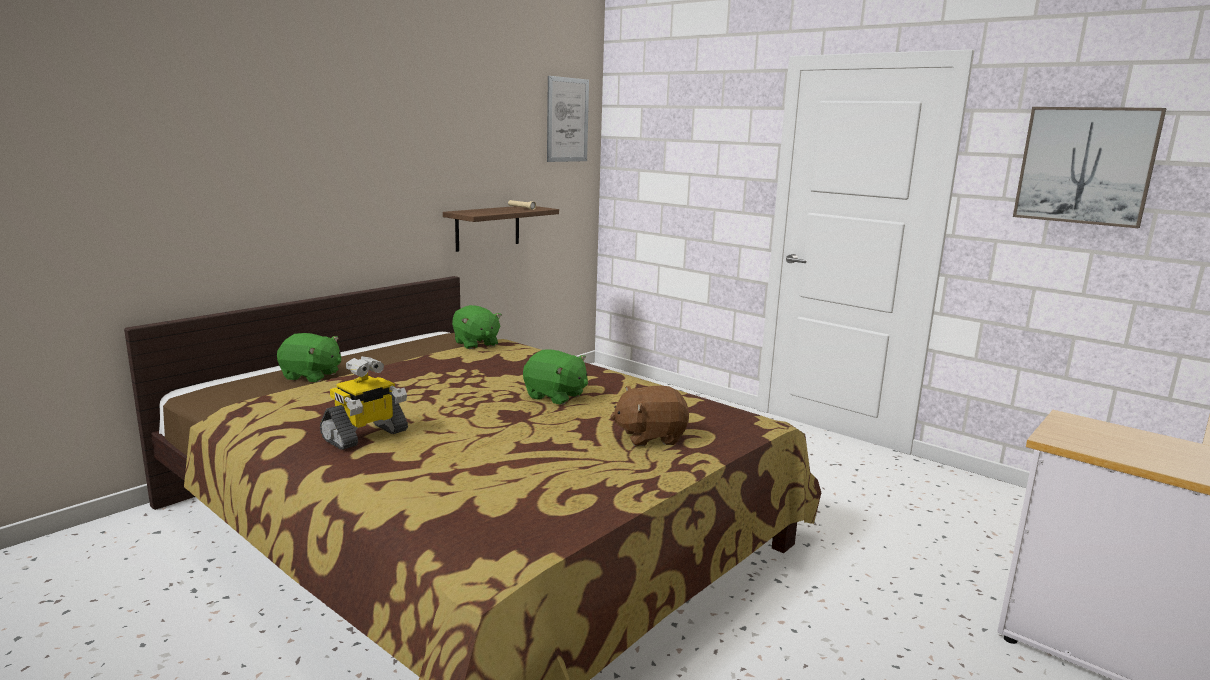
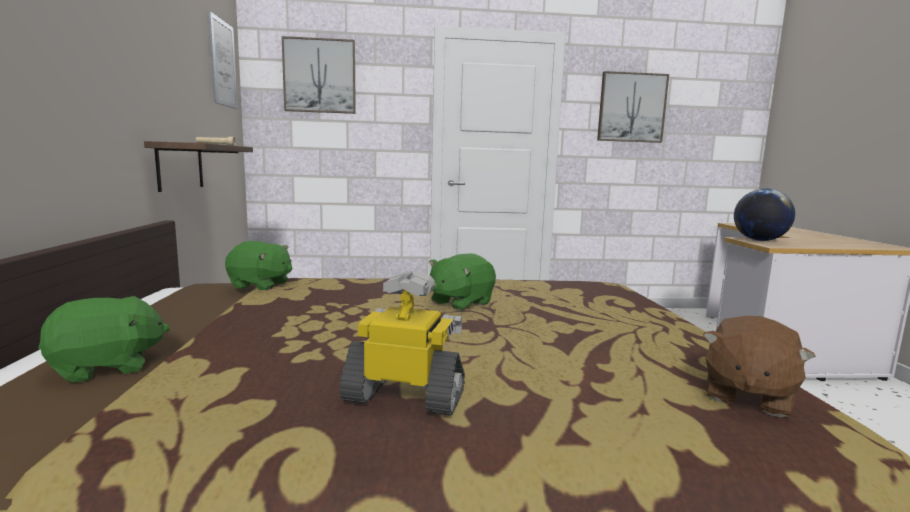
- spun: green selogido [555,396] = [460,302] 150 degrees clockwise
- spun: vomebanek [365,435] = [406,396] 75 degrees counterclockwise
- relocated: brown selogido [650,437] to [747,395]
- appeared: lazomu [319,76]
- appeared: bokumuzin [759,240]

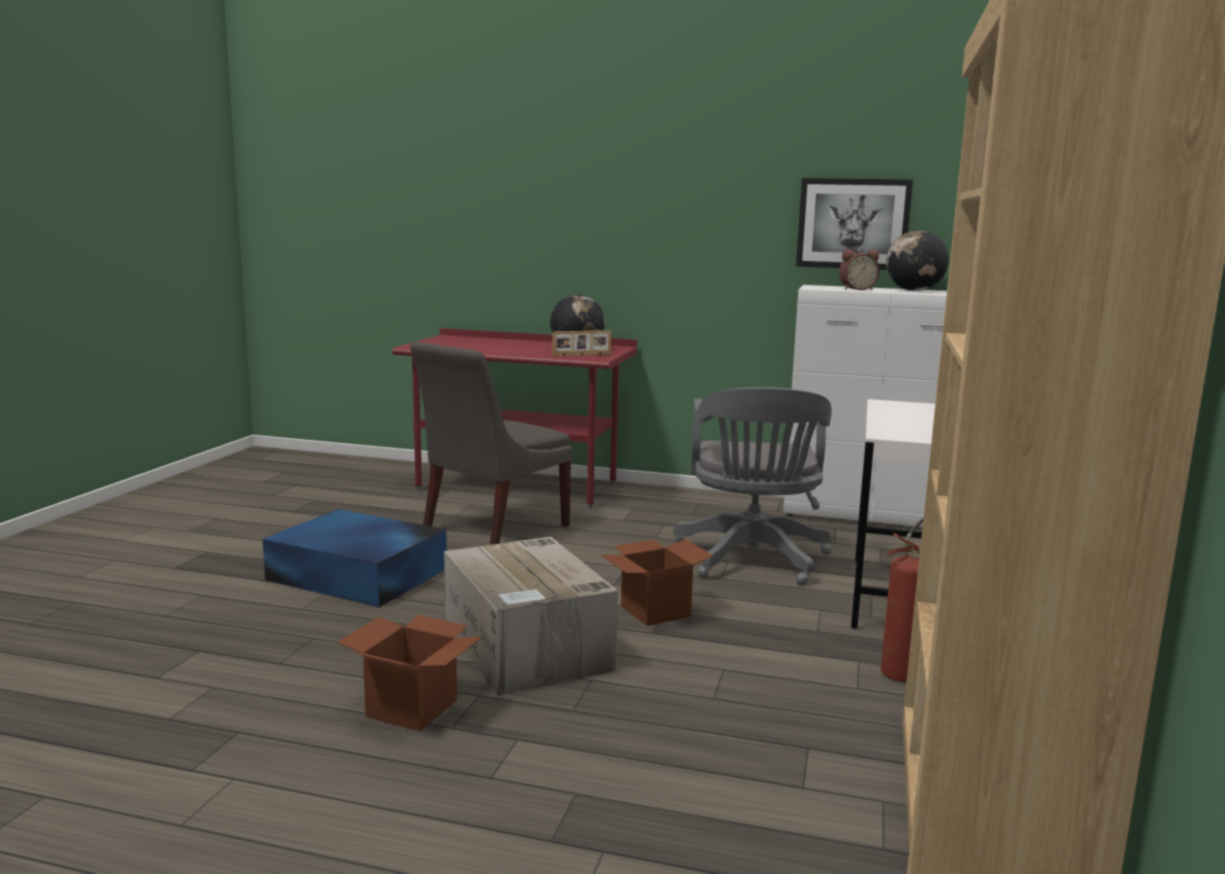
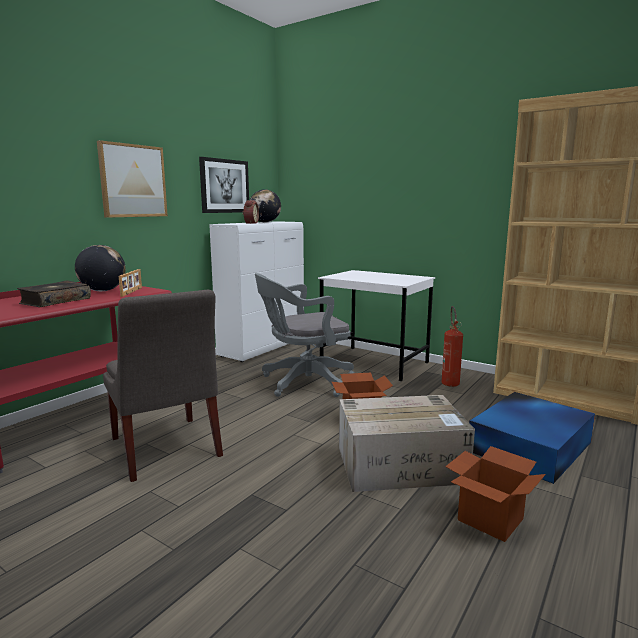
- spun: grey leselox [752,561] = [303,382] 135 degrees clockwise
- relocated: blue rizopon [359,575] to [531,446]
- appeared: lazomu [133,181]
- appeared: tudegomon [55,301]

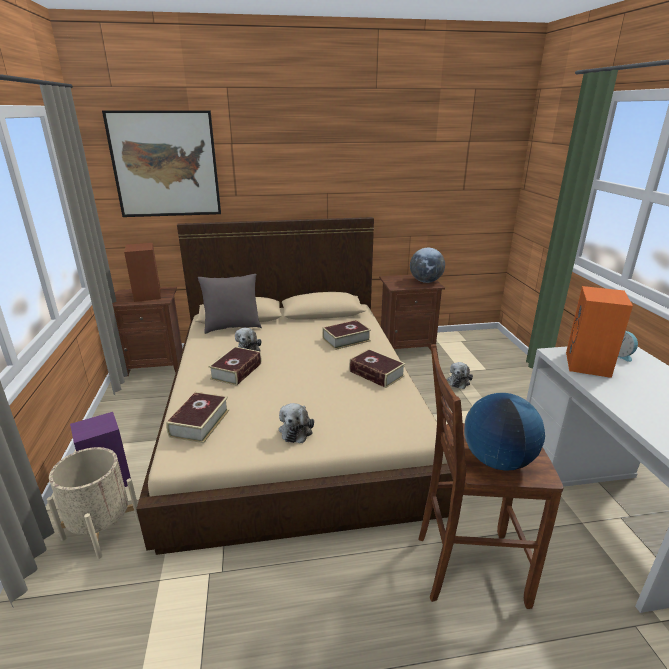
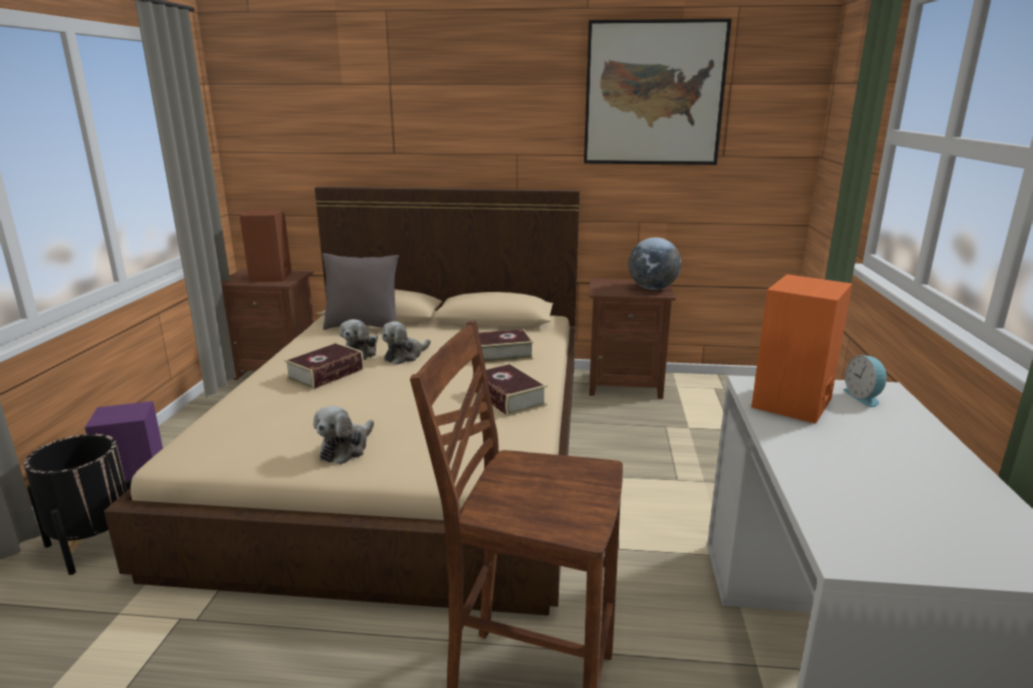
- relocated: lazomu [165,165] to [653,94]
- relocated: selogido [459,381] to [405,356]
- missing: tudegomon [200,423]
- missing: bokumuzin [497,460]
- colour: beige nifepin [102,529] to black nifepin [95,543]

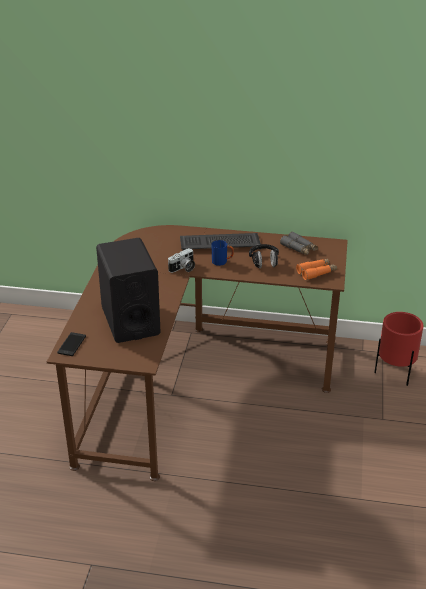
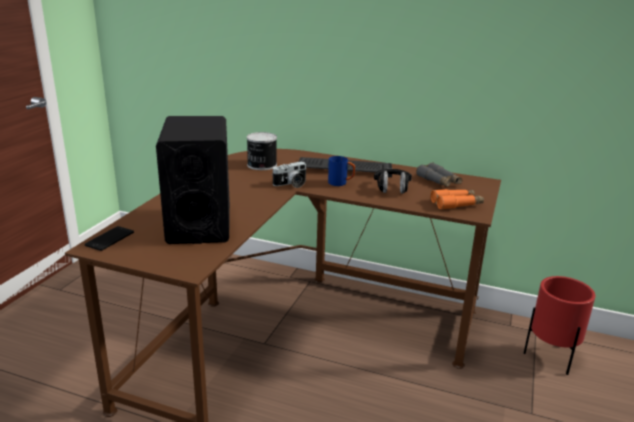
- appeared: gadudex [261,165]

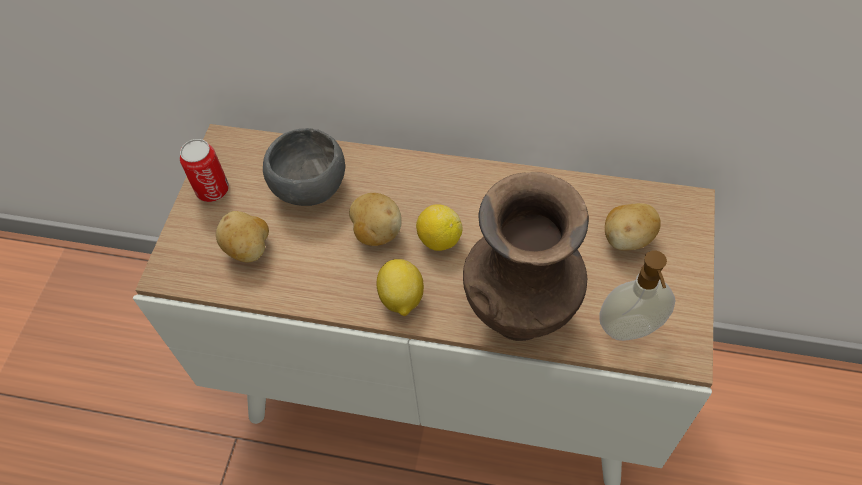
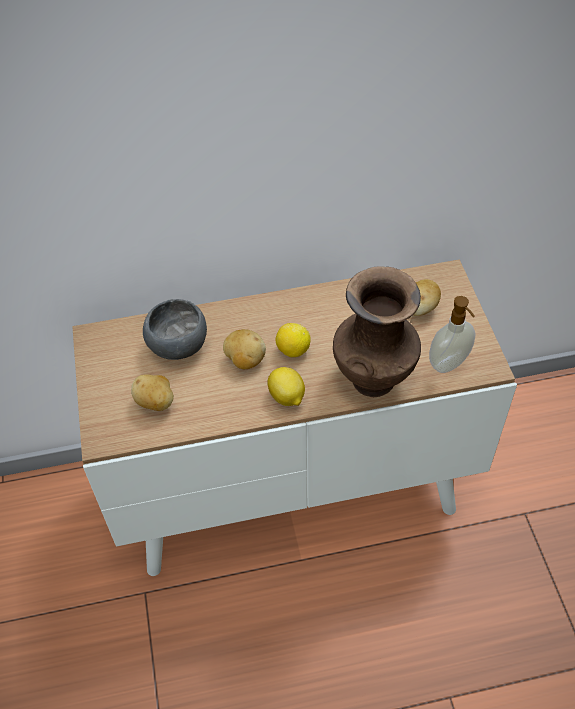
- missing: gadudex [212,190]

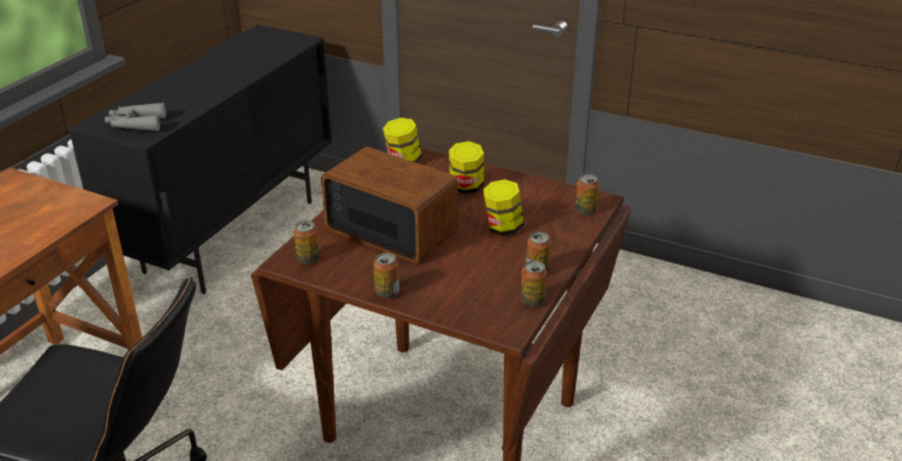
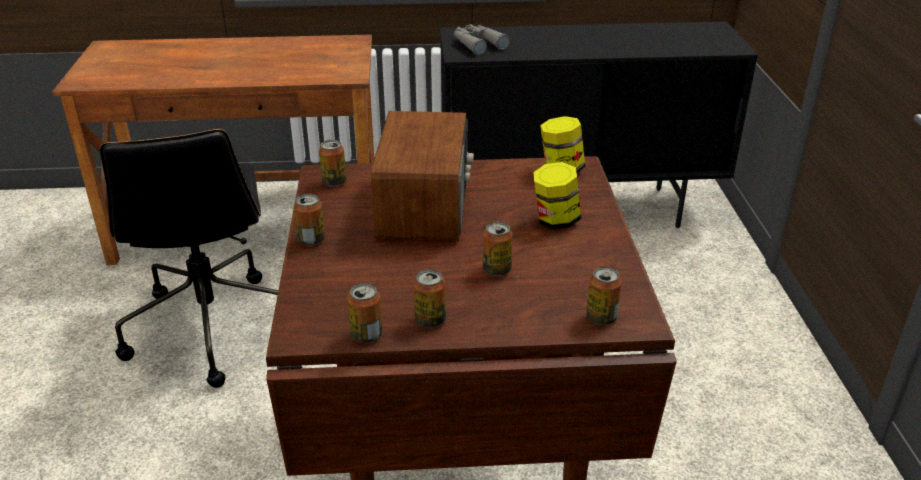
- exchanged: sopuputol [502,228] to gadudex [496,270]

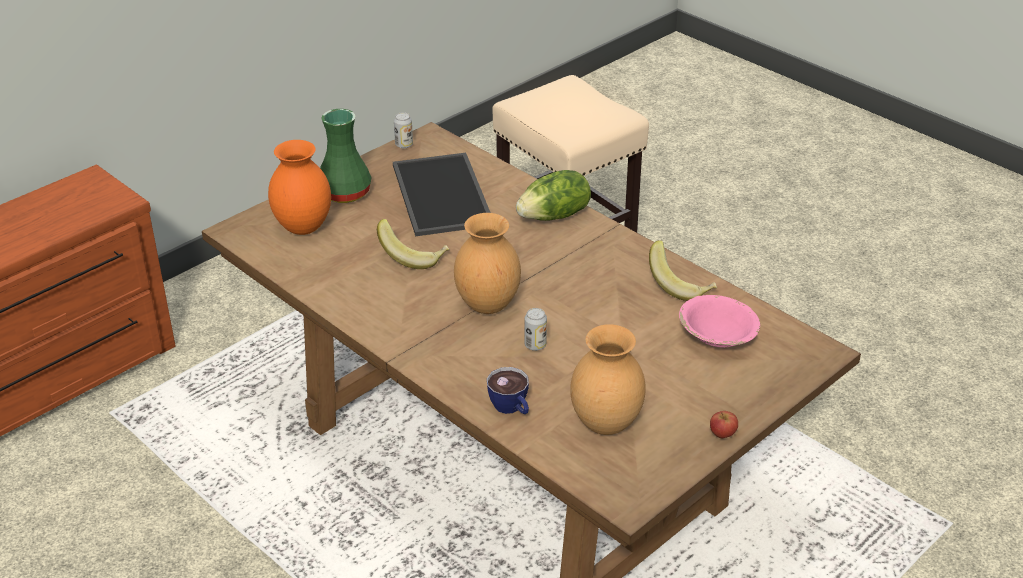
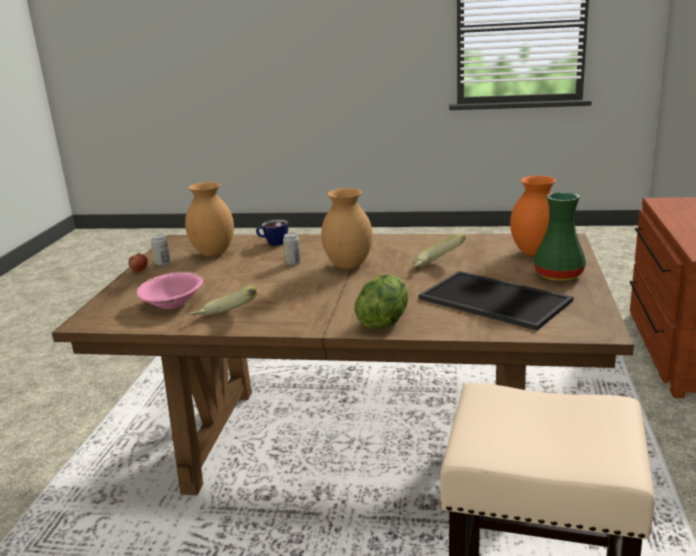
- relocated: gadudex [404,145] to [162,263]

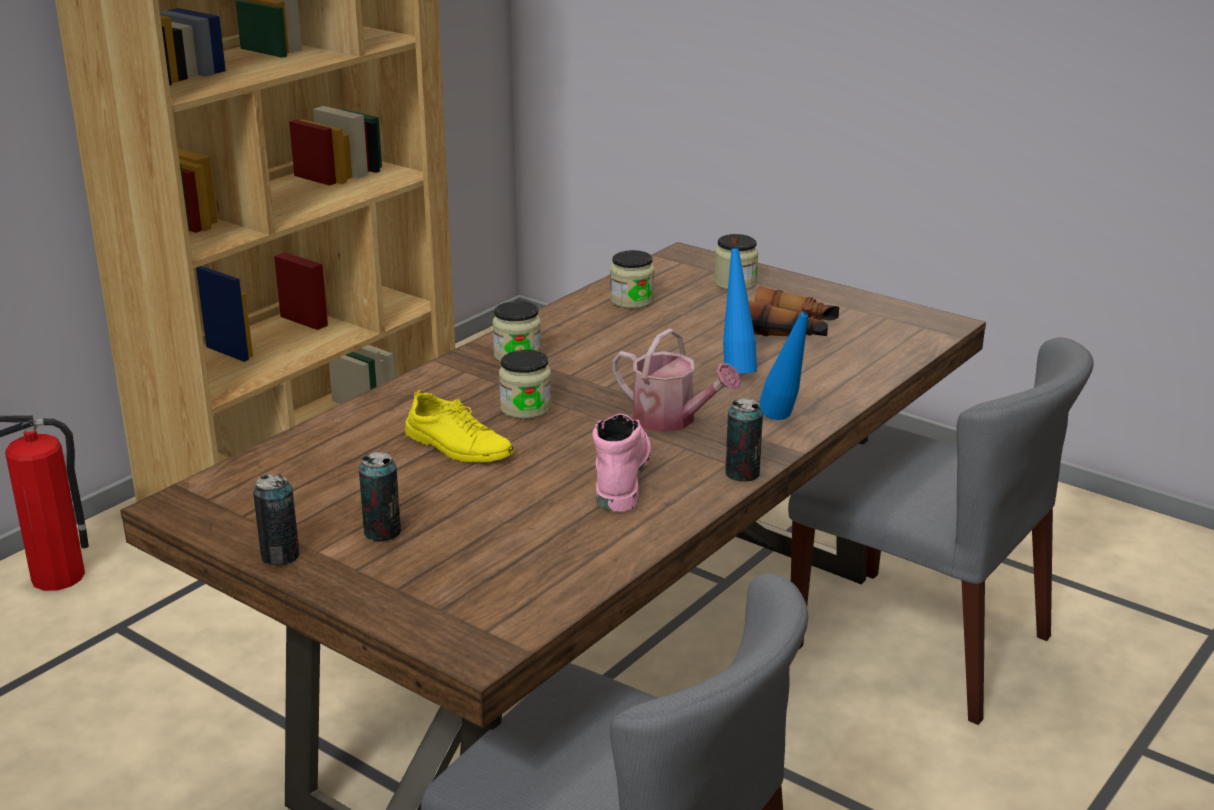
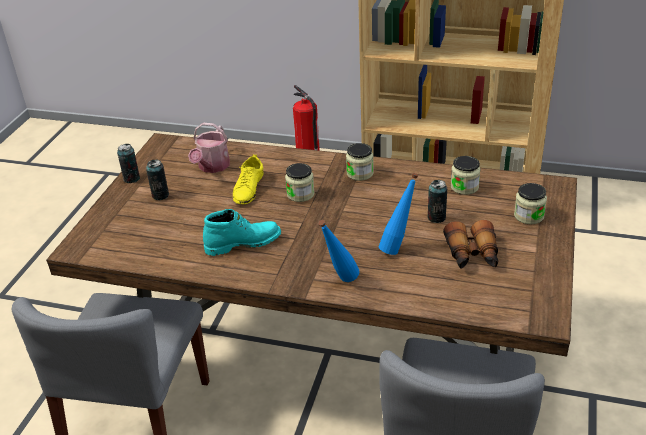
- relocated: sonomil [672,420] to [212,167]
- relocated: gadudex [742,474] to [436,217]
- colour: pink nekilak [619,476] to turquoise nekilak [243,243]

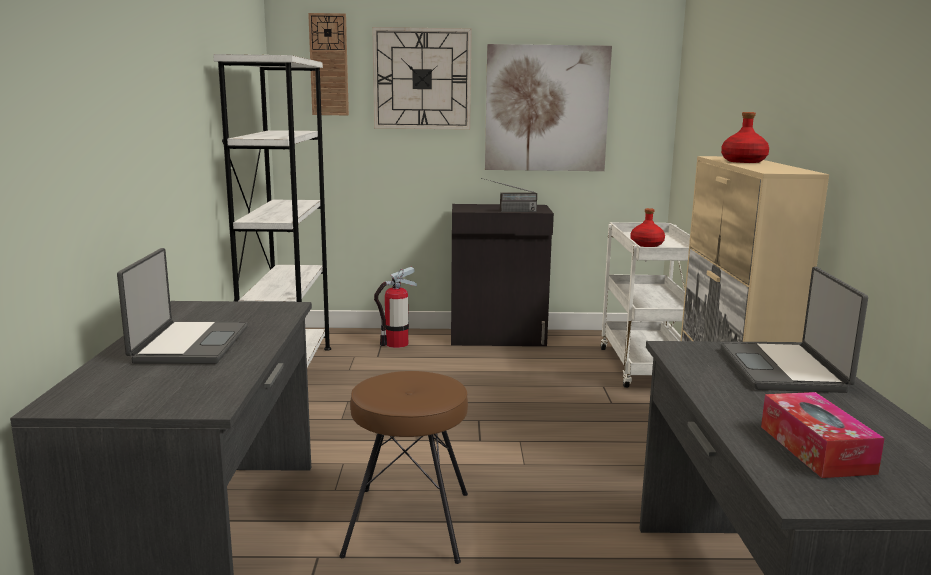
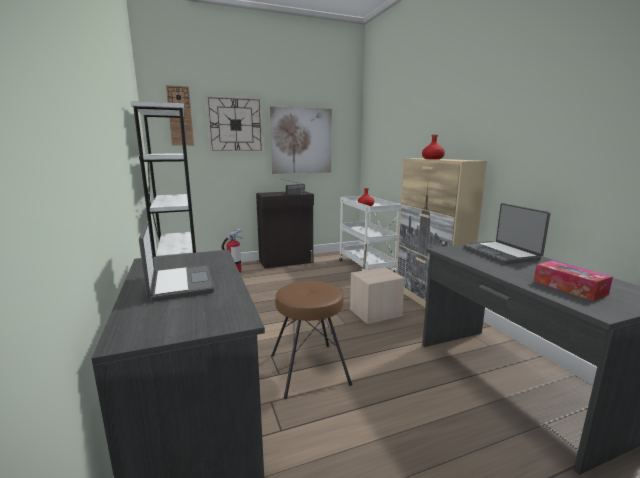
- appeared: beige rizopon [375,313]

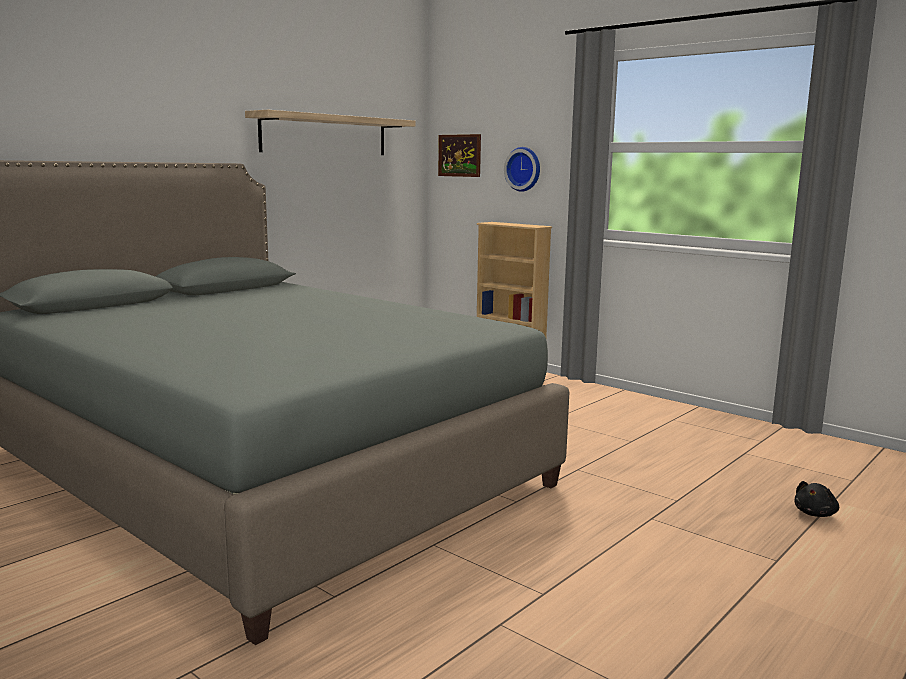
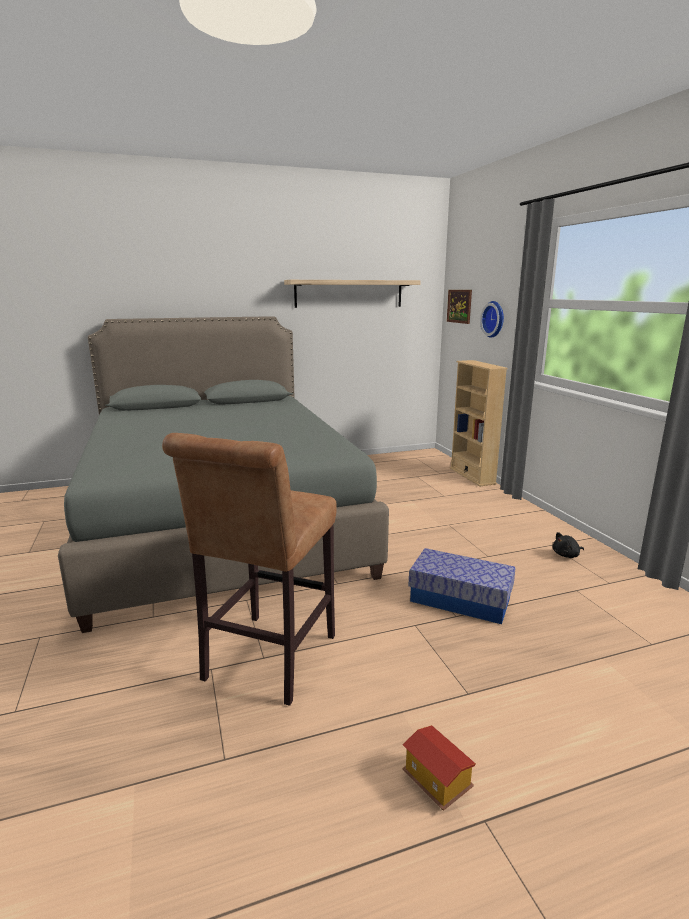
- relocated: black selogido [815,513] to [566,555]
- appeared: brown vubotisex [266,662]
- appeared: rizopon [460,599]
- appeared: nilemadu [435,782]

